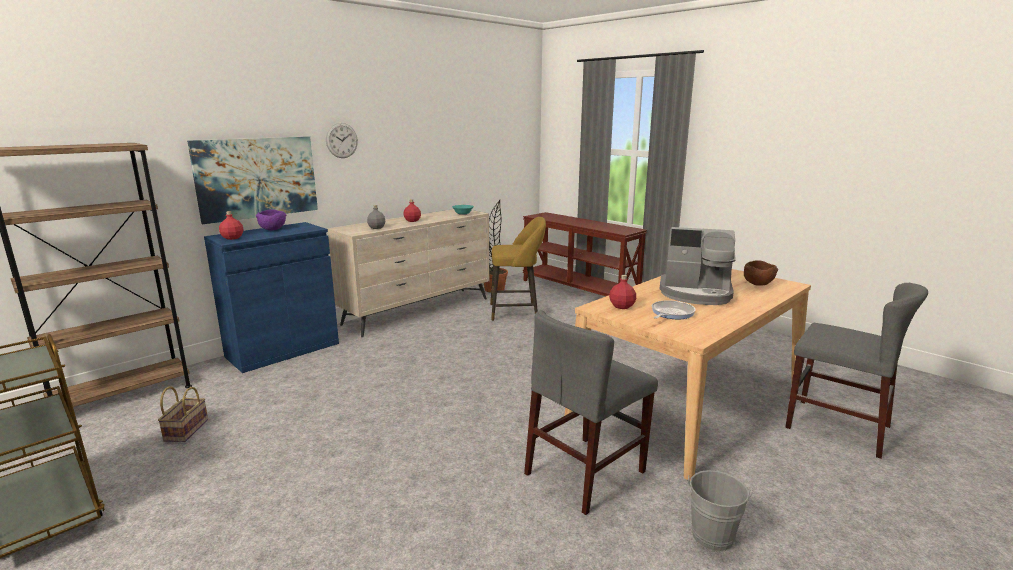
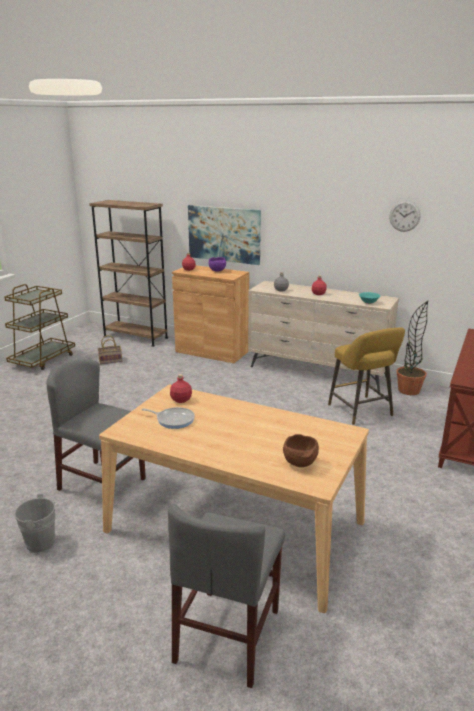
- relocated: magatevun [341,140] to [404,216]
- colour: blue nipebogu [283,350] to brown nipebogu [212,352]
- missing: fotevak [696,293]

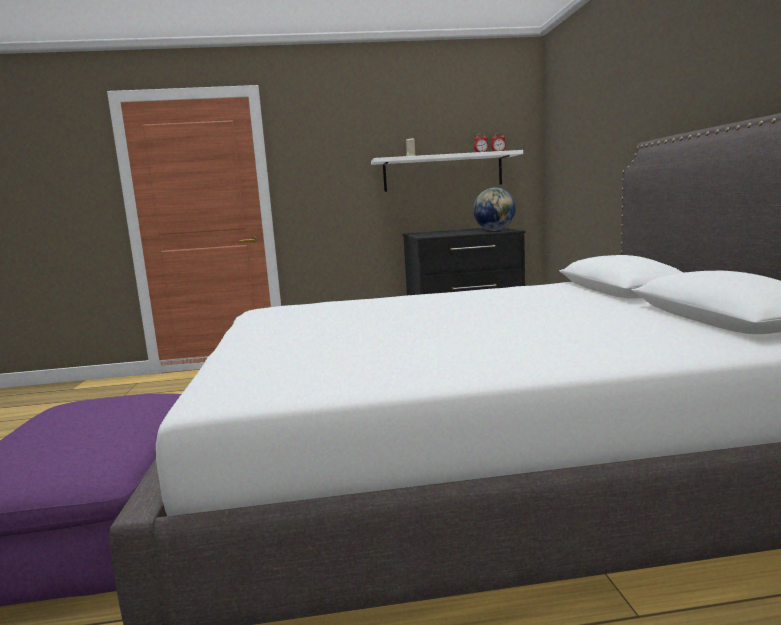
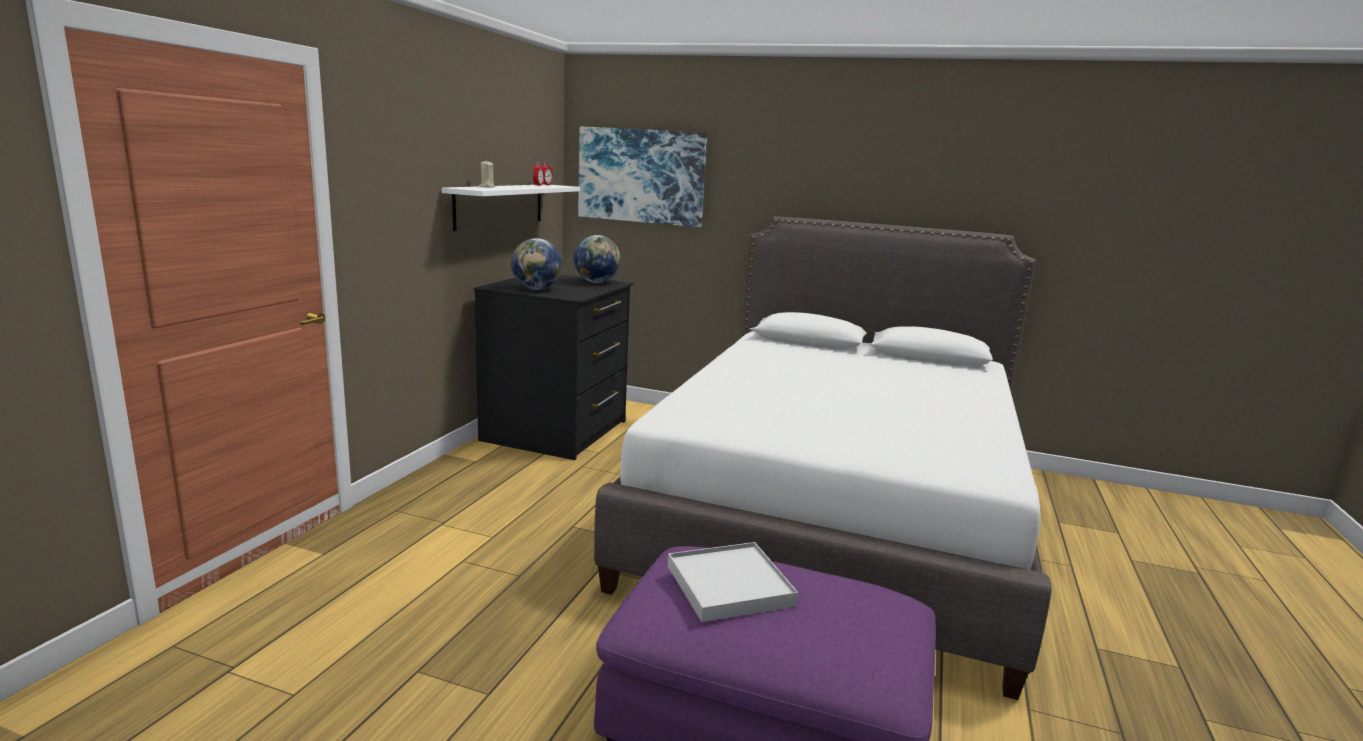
- appeared: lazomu [641,176]
- appeared: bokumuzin [537,289]
- appeared: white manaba [729,586]

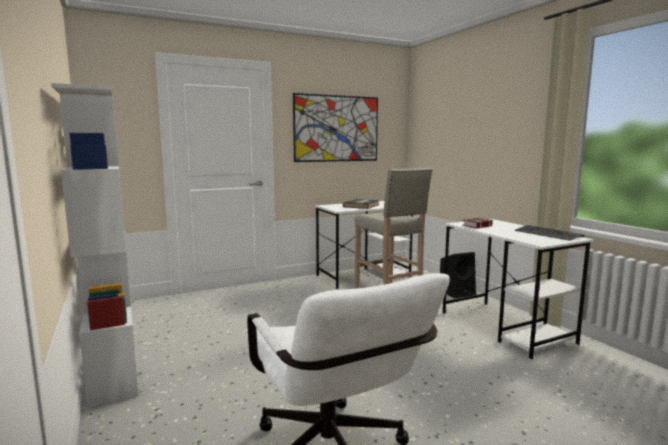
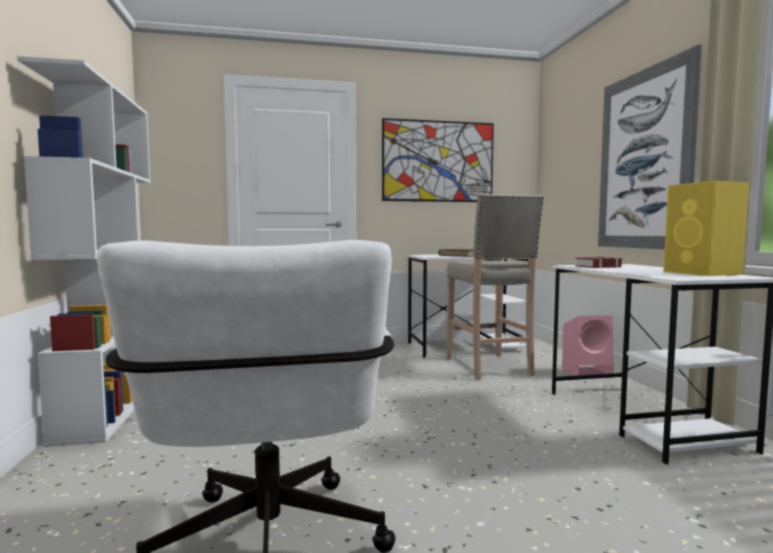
- exchanged: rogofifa [547,234] to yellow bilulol [703,273]
- colour: black bilulol [457,292] to pink bilulol [588,372]
- appeared: lazomu [643,160]

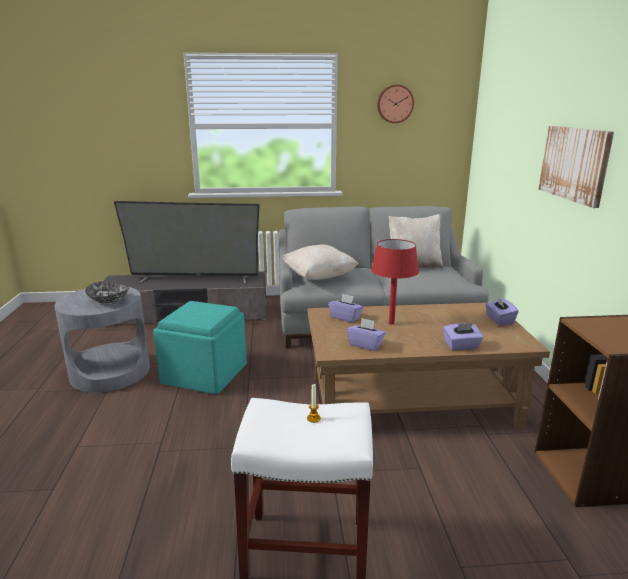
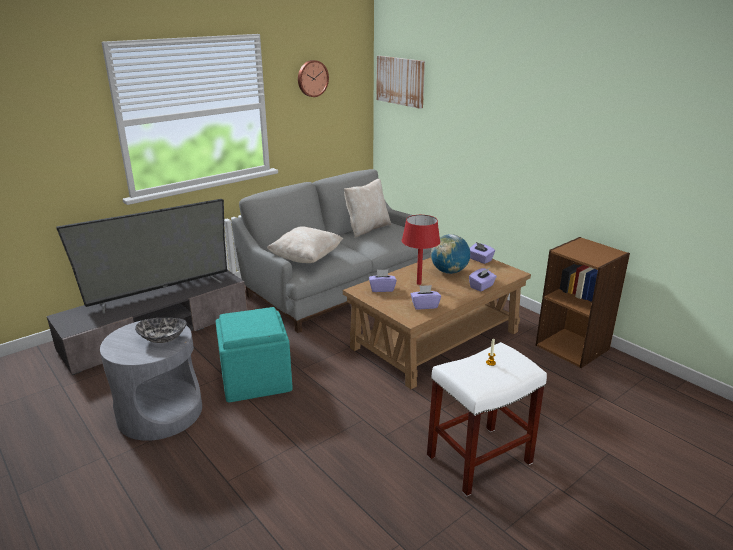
- relocated: lazomu [574,164] to [400,81]
- appeared: bokumuzin [449,272]

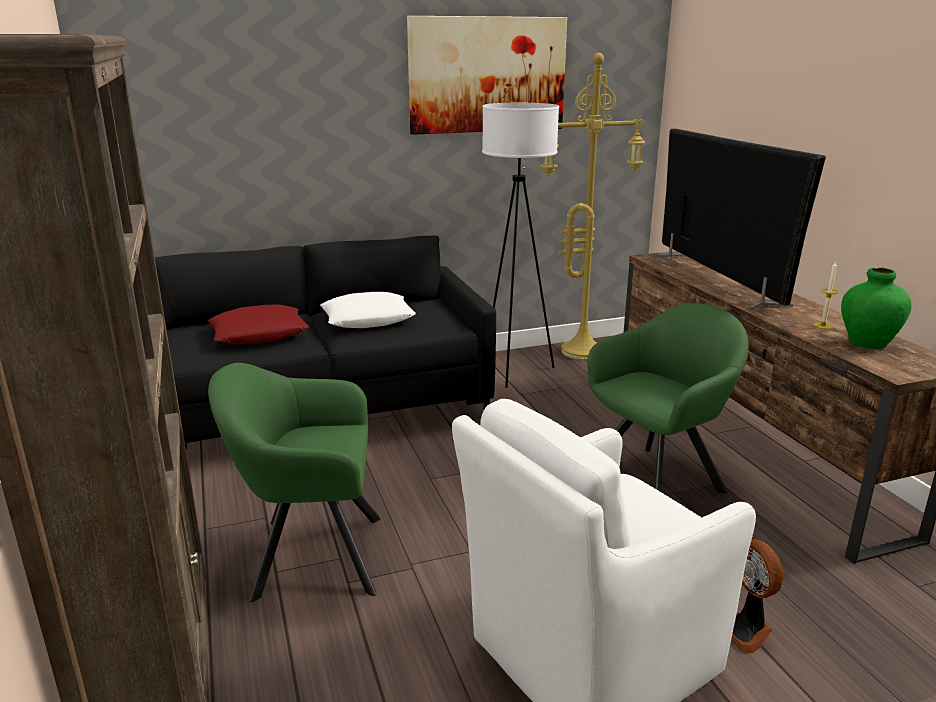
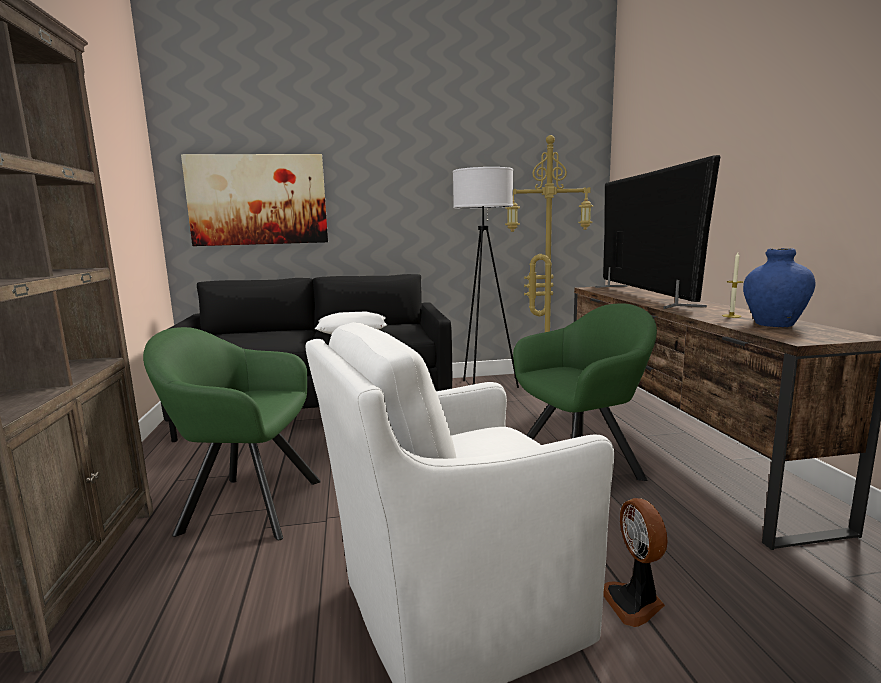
- relocated: lazomu [487,75] to [258,200]
- colour: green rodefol [867,343] to blue rodefol [773,324]
- missing: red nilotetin [259,334]

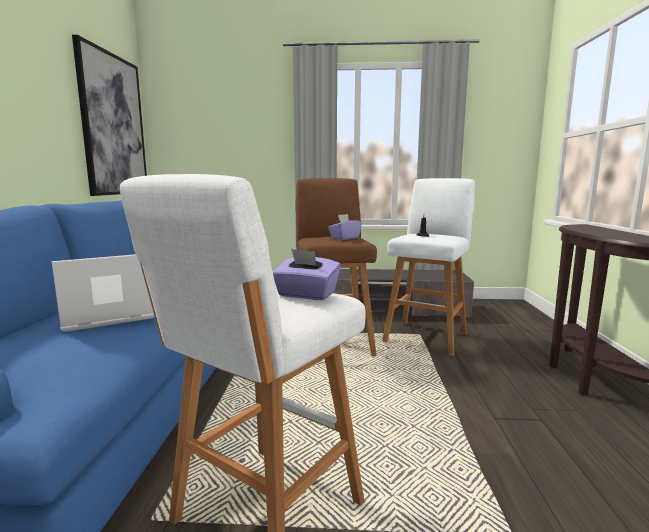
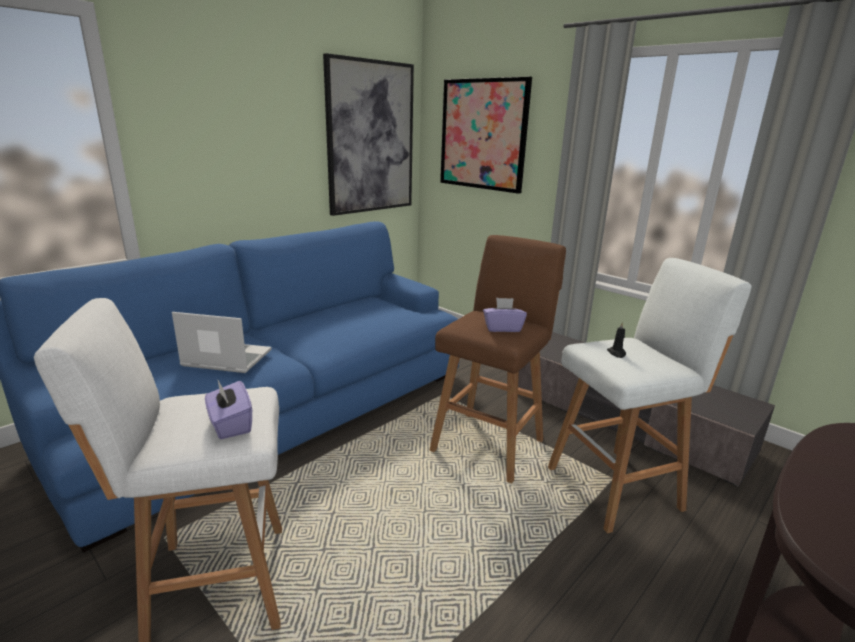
- appeared: lazomu [483,134]

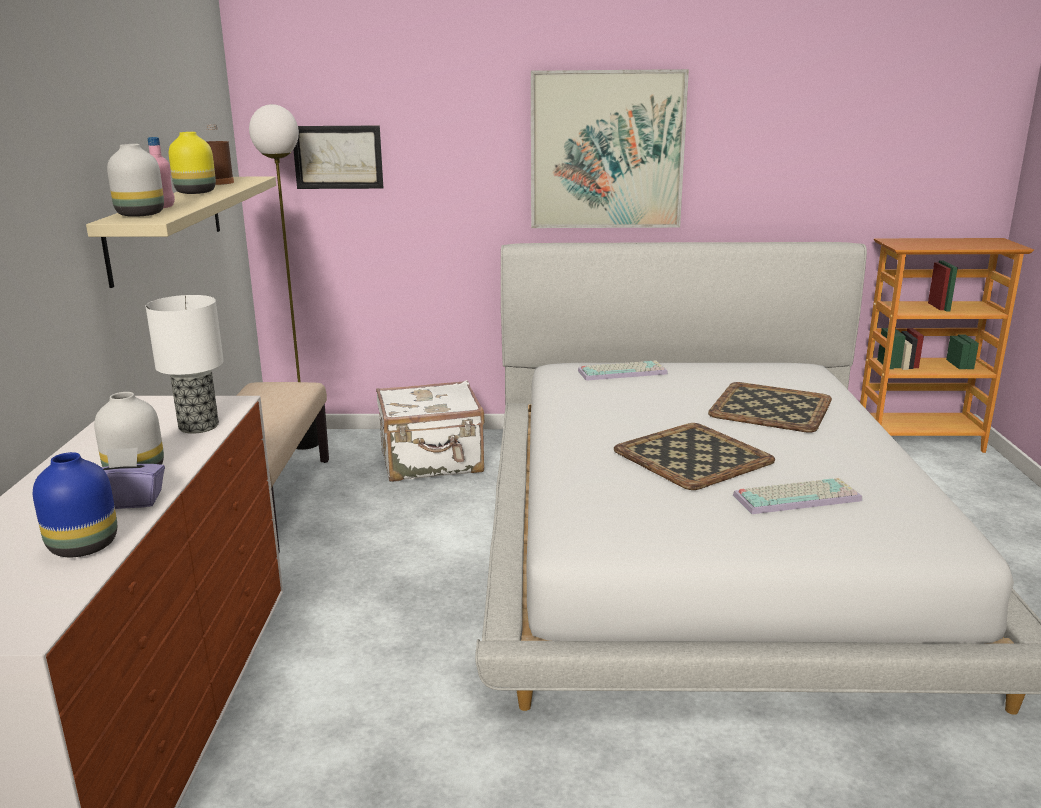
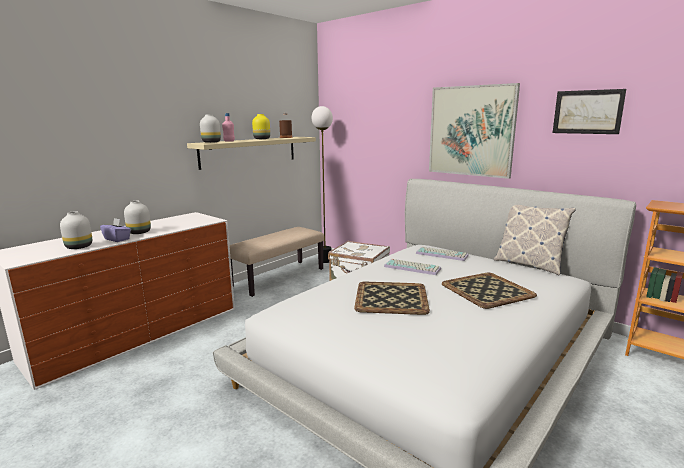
- relocated: lazomu [338,157] to [587,112]
- missing: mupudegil [199,426]
- colour: blue rodefol [81,546] to white rodefol [79,247]
- relocated: rogofifa [797,497] to [413,267]
- appeared: nilotetin [529,265]

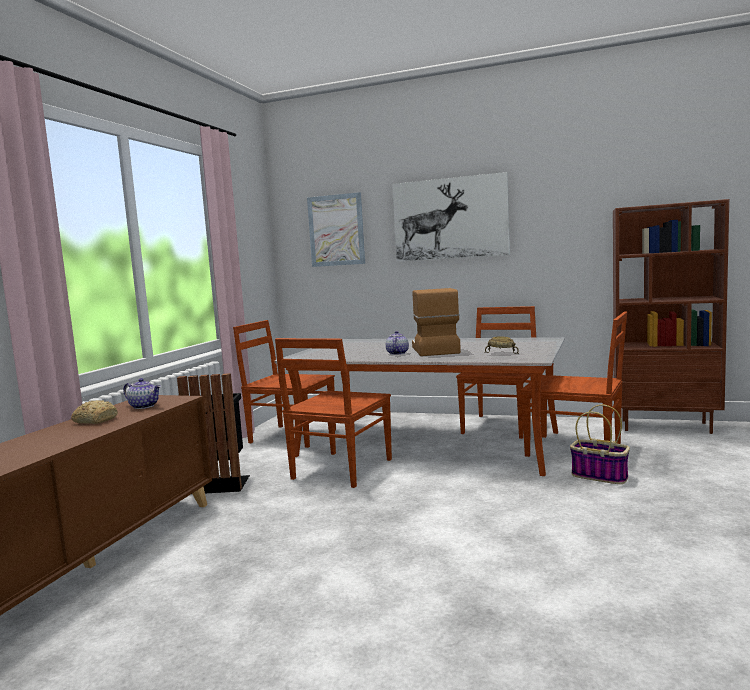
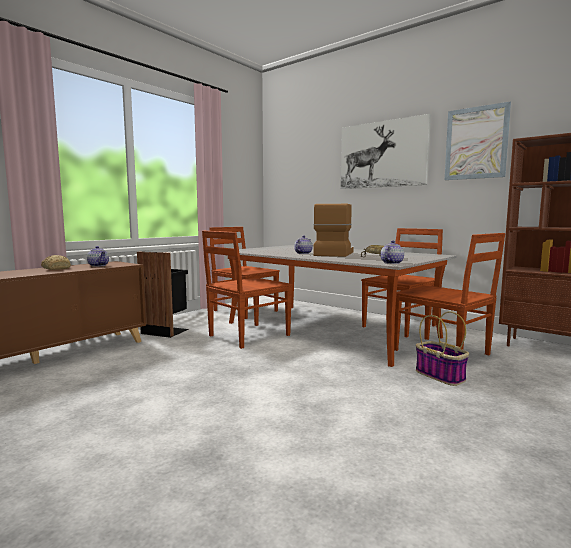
- relocated: lazomu [336,230] to [476,143]
- appeared: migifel [391,263]

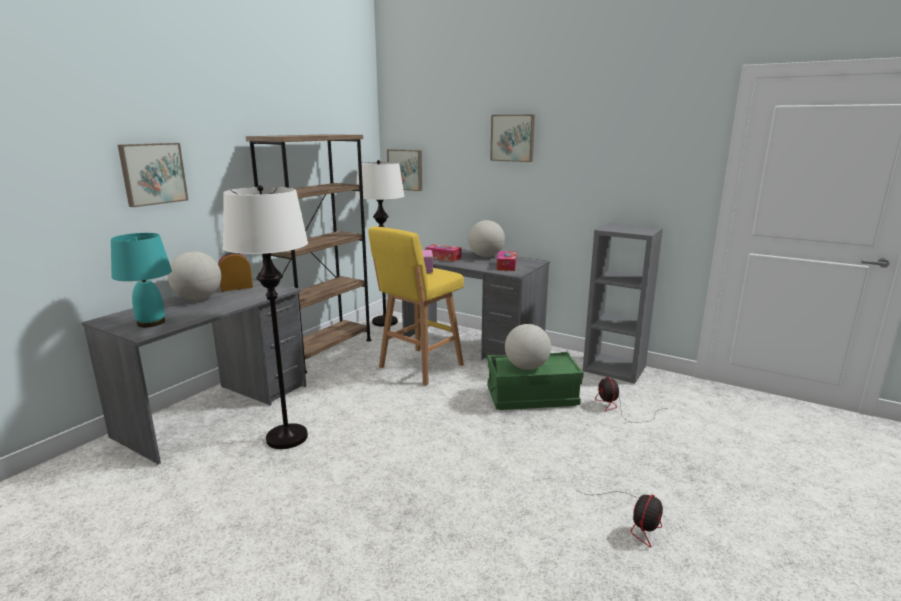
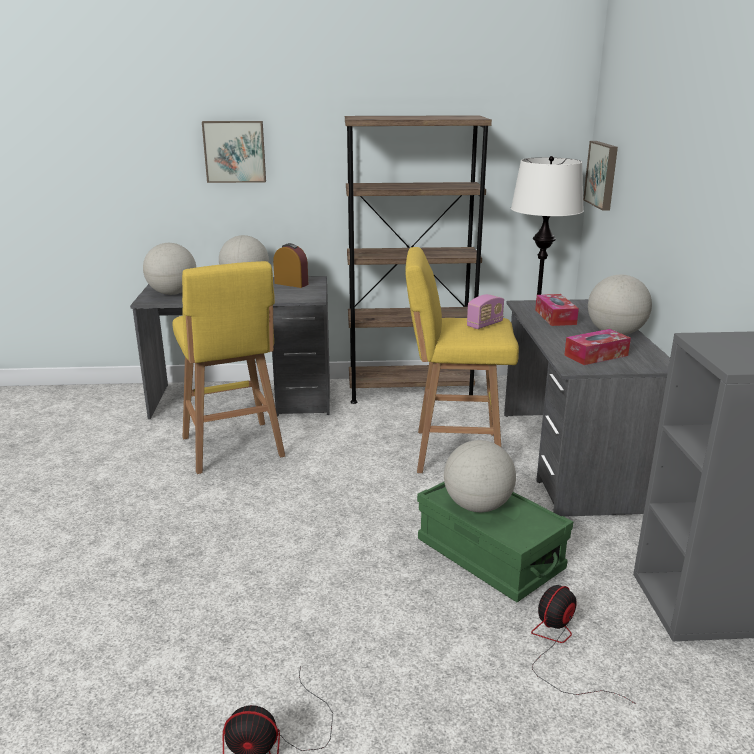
- missing: lazomu [513,138]
- exchanged: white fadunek [287,438] to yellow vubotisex [233,448]
- exchanged: turquoise mupudegil [151,323] to bokumuzin [172,293]

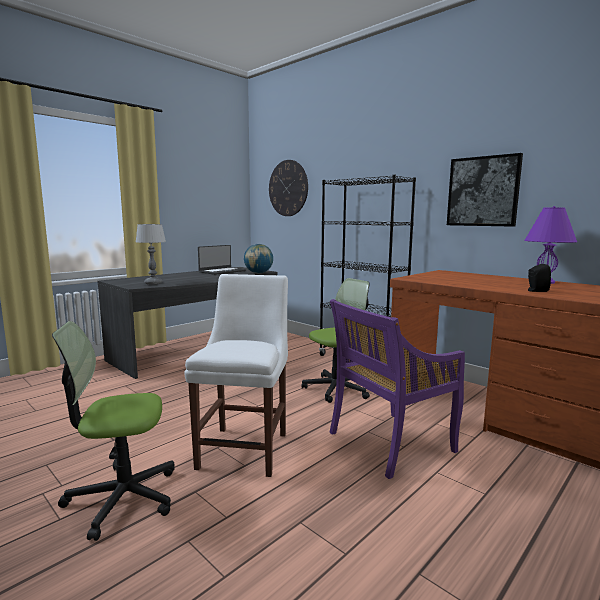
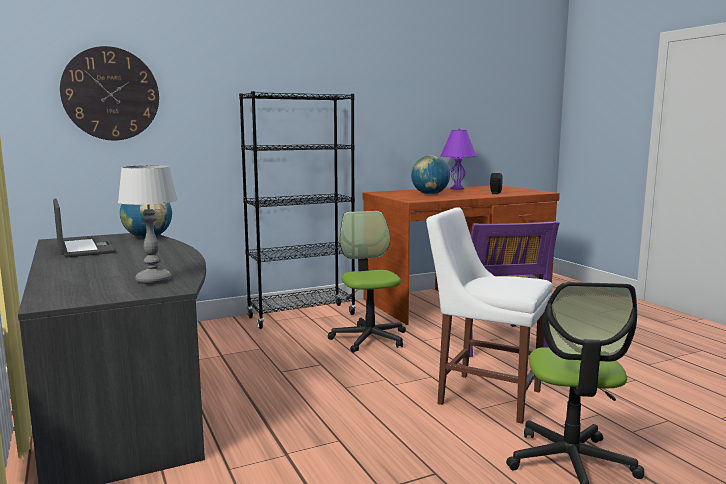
- missing: lazomu [483,191]
- appeared: bokumuzin [430,194]

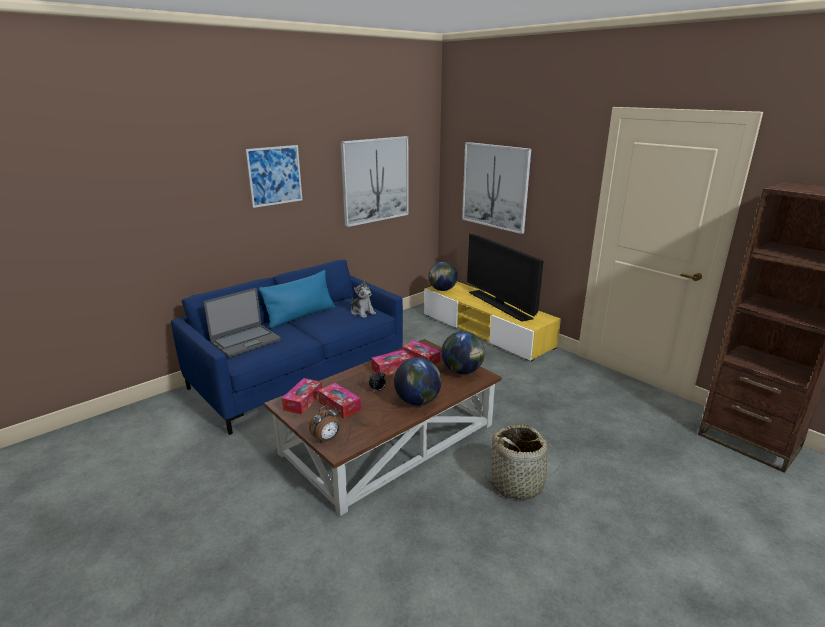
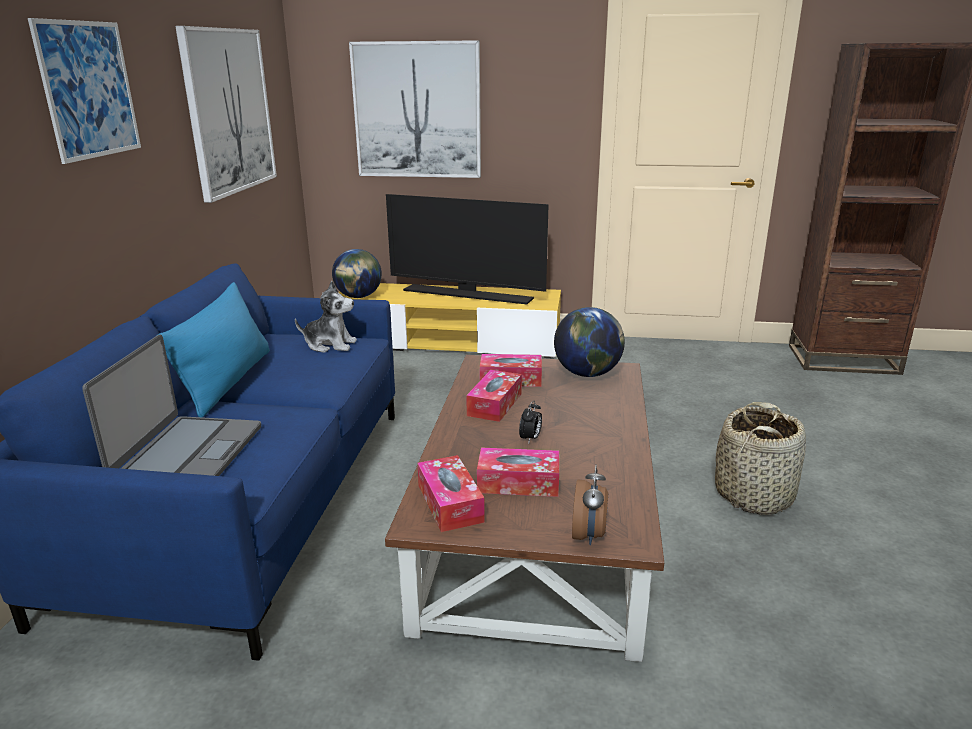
- missing: bokumuzin [417,401]

